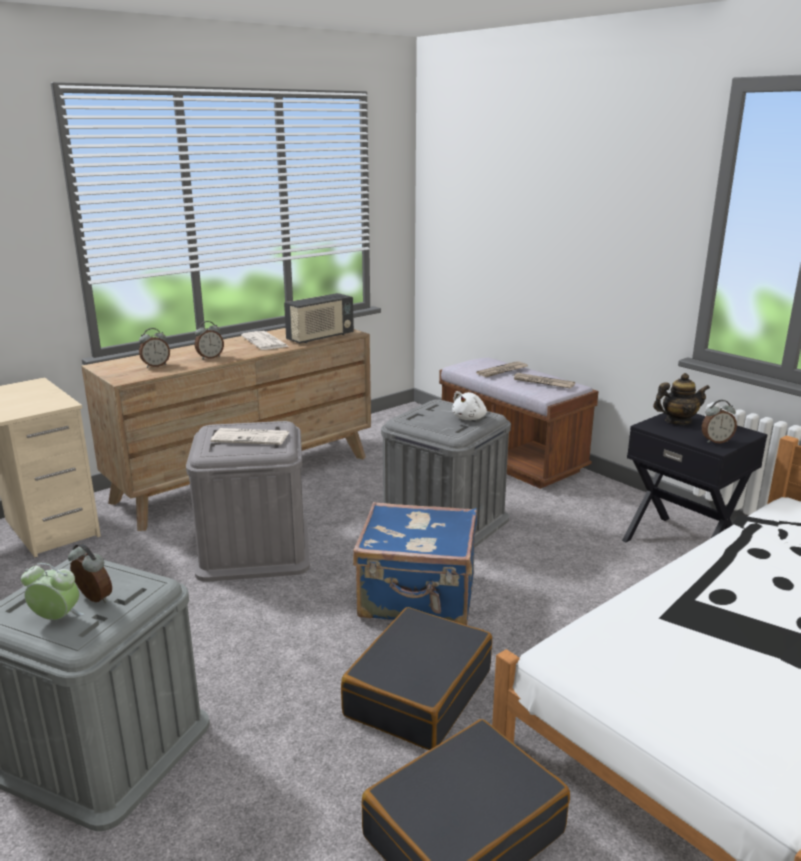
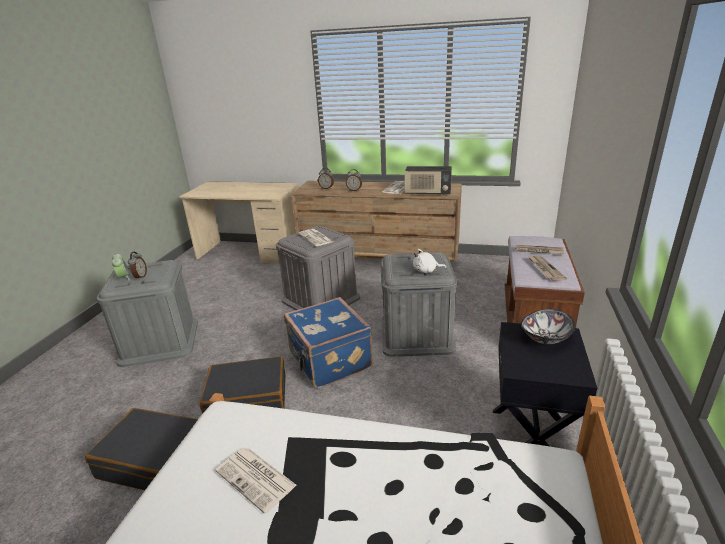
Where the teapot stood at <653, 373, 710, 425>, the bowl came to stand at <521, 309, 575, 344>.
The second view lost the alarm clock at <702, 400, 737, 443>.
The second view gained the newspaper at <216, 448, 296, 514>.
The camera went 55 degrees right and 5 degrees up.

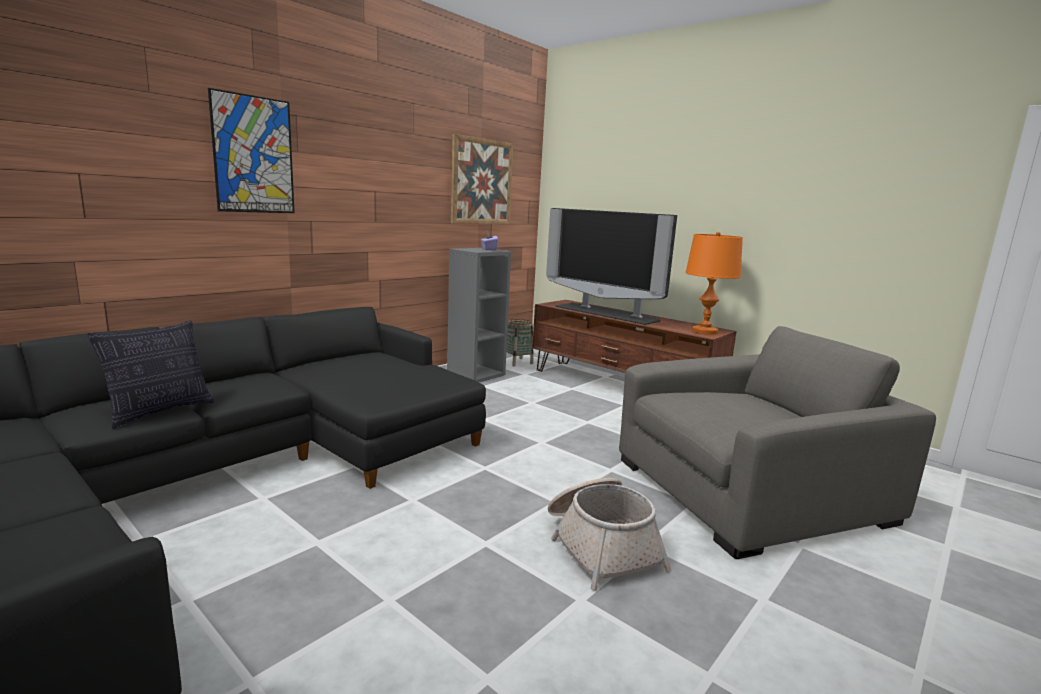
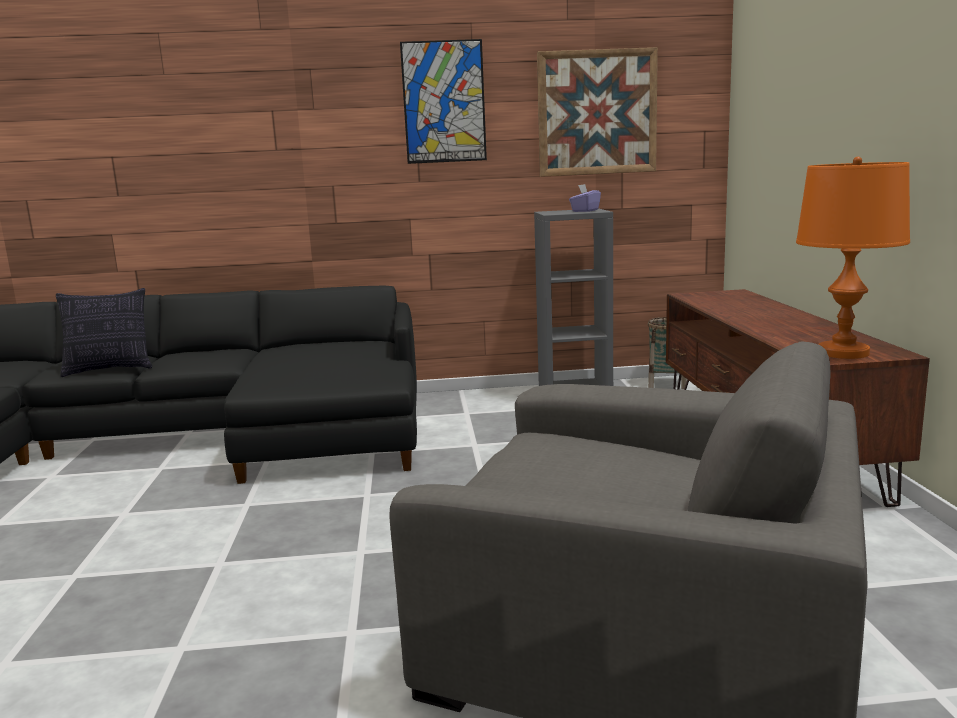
The picture ended up elsewhere, having gone from <208, 88, 295, 213> to <400, 39, 487, 164>.
The second view lost the television at <546, 208, 677, 325>.
The second view lost the basket at <548, 478, 671, 591>.
The camera went 45 degrees right and 0 degrees up.

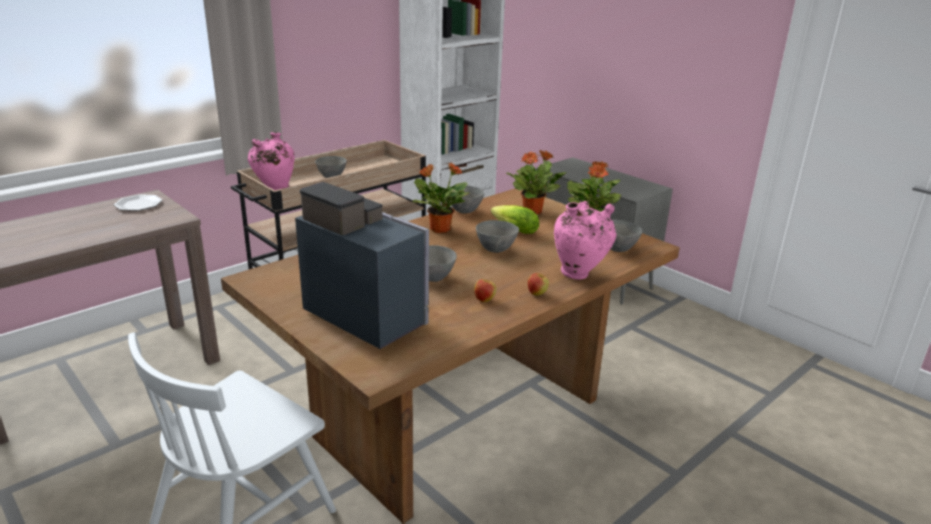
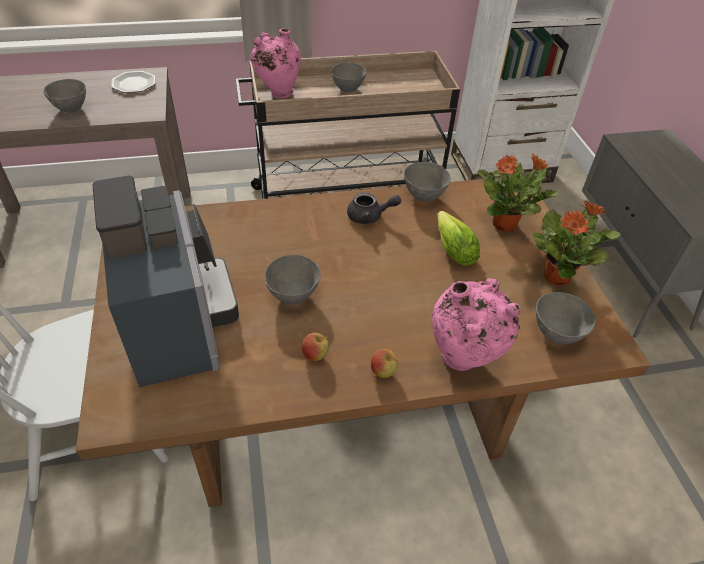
Where the potted plant stood at <413, 162, 470, 233>, the teapot (grey) came to stand at <347, 192, 401, 224>.
The bowl (grey) ended up elsewhere, having gone from <476, 220, 519, 253> to <43, 79, 86, 113>.
The camera went 30 degrees right and 20 degrees up.

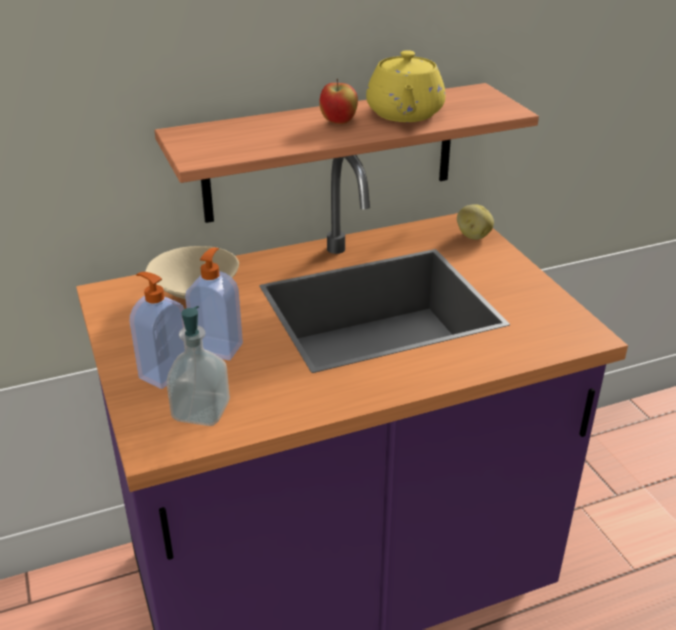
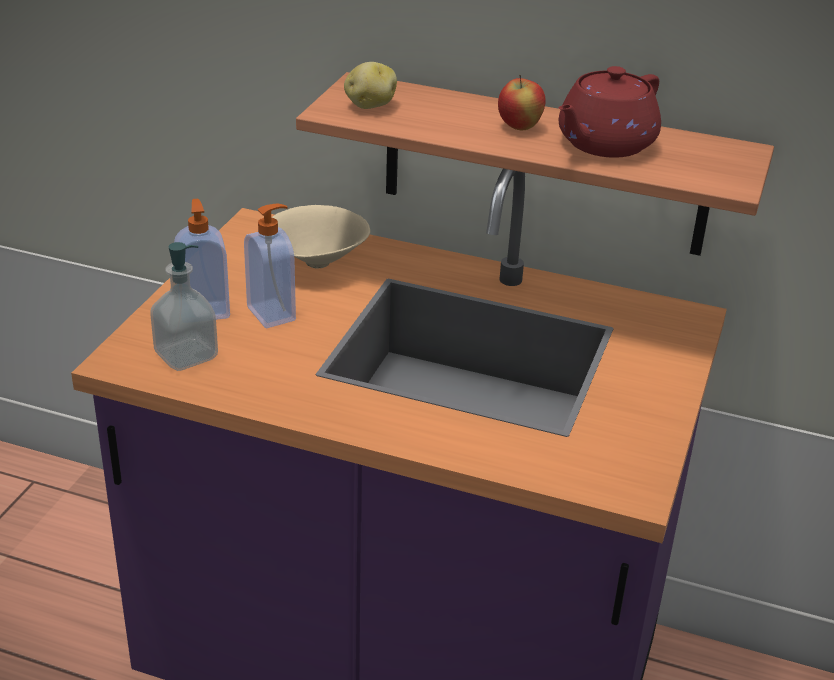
What was the teapot (yellow) at <366, 50, 445, 122> turned into the teapot (red) at <559, 66, 661, 158>.
The potato ended up elsewhere, having gone from <457, 204, 494, 240> to <344, 62, 397, 109>.
The camera went 40 degrees right and 0 degrees up.

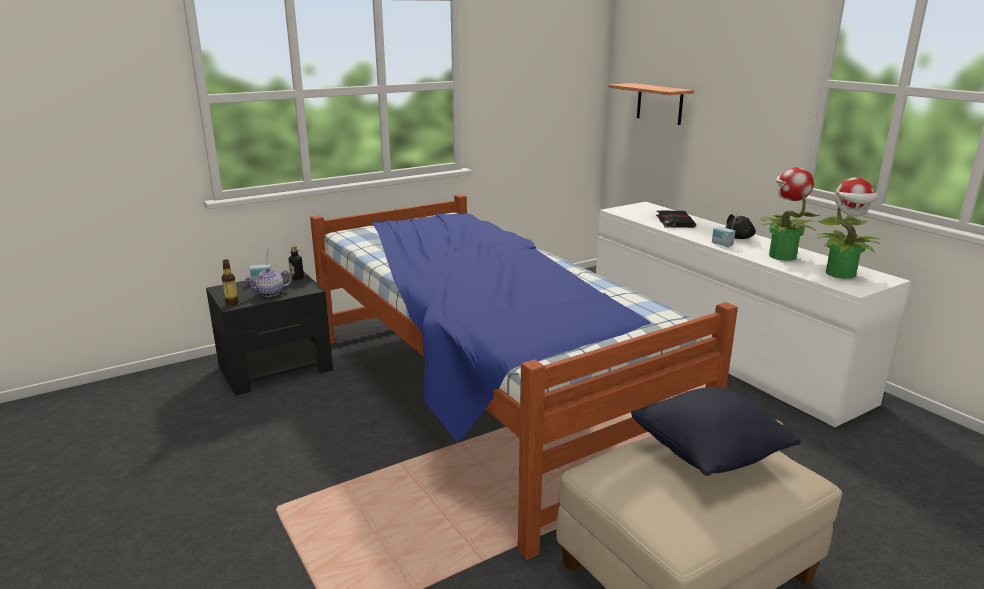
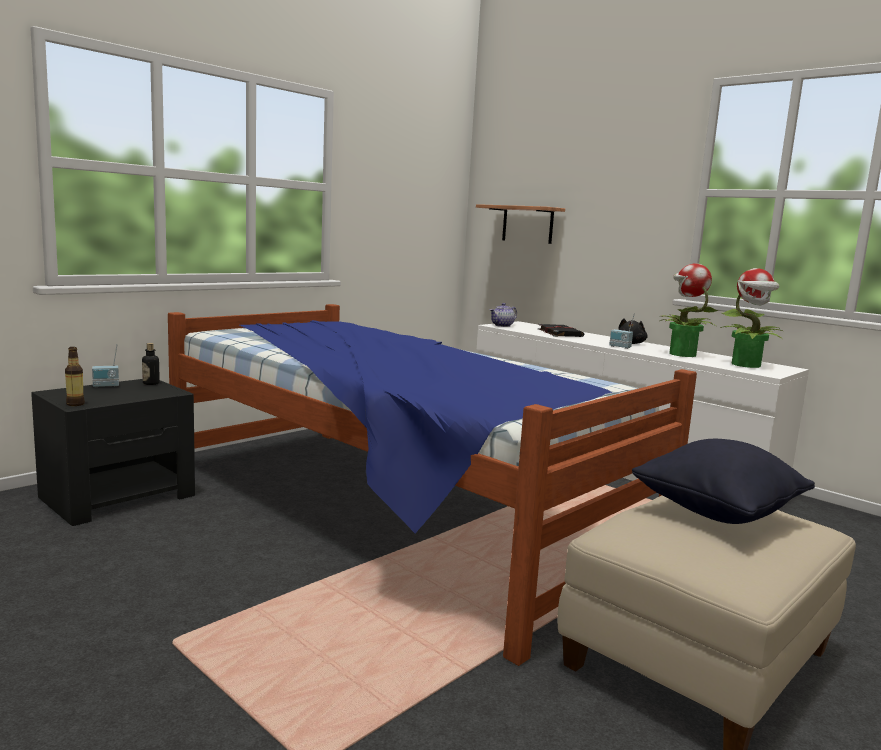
The teapot ended up elsewhere, having gone from <245, 268, 292, 297> to <490, 303, 517, 327>.
The camera went 15 degrees left and 10 degrees down.

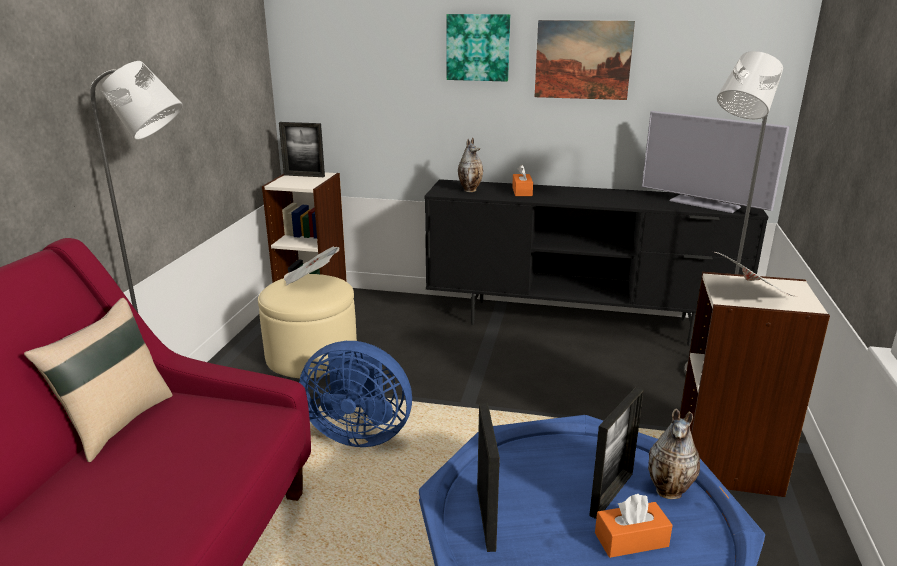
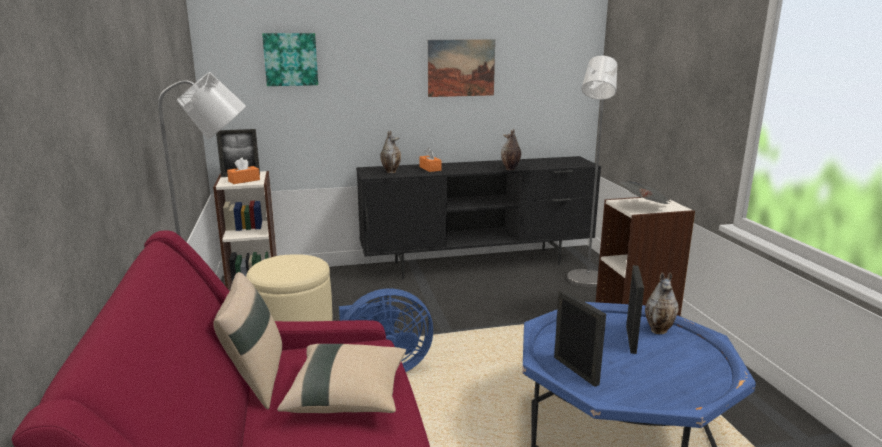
The picture ended up elsewhere, having gone from <447, 14, 510, 82> to <262, 33, 318, 86>.
The second view lost the television at <642, 111, 790, 213>.
The second view lost the newspaper at <284, 246, 339, 286>.
The tissue box (orange) ended up elsewhere, having gone from <595, 494, 673, 558> to <227, 158, 260, 184>.
The second view gained the vase at <501, 128, 521, 170>.
The second view gained the pillow (beige) at <277, 344, 406, 413>.
The camera went 25 degrees left and 5 degrees down.

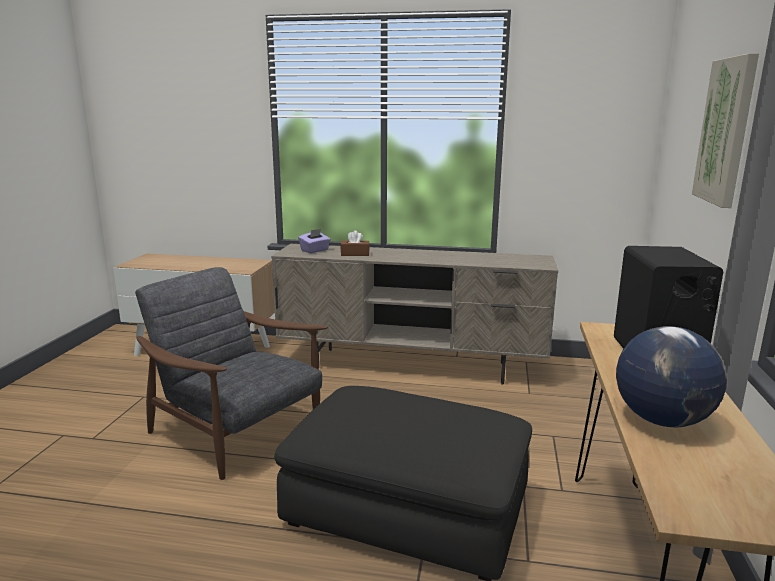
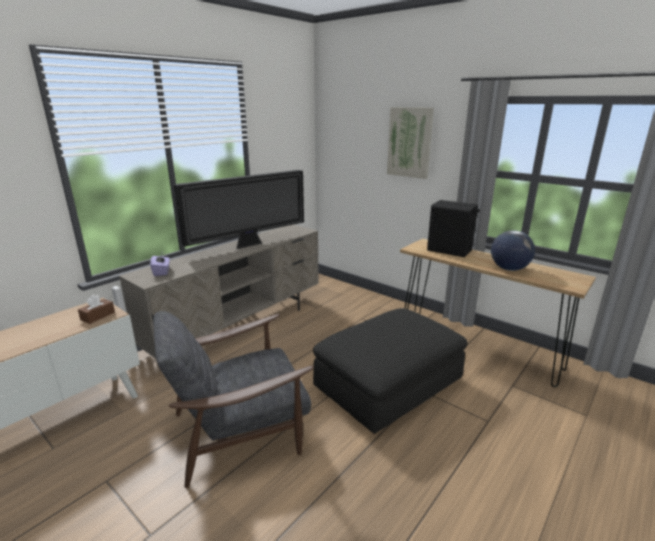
The tissue box (brown) ended up elsewhere, having gone from <340, 230, 370, 256> to <78, 294, 115, 324>.
The second view gained the television at <173, 170, 304, 249>.
The camera went 60 degrees left and 5 degrees up.

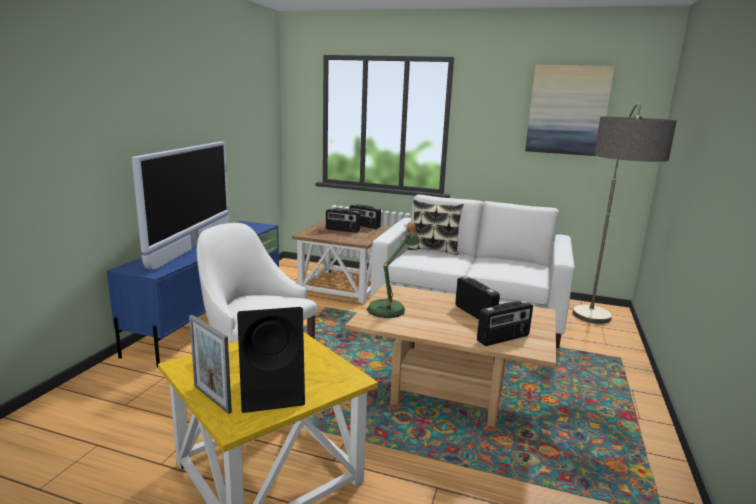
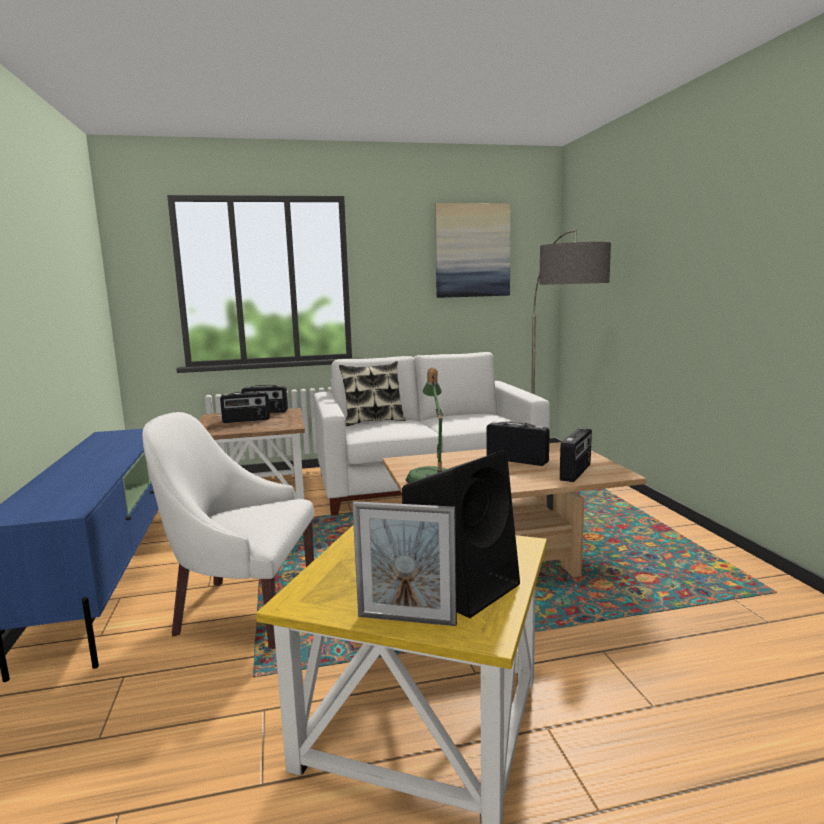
The second view lost the television at <132, 142, 229, 270>.
The camera went 30 degrees left and 5 degrees down.

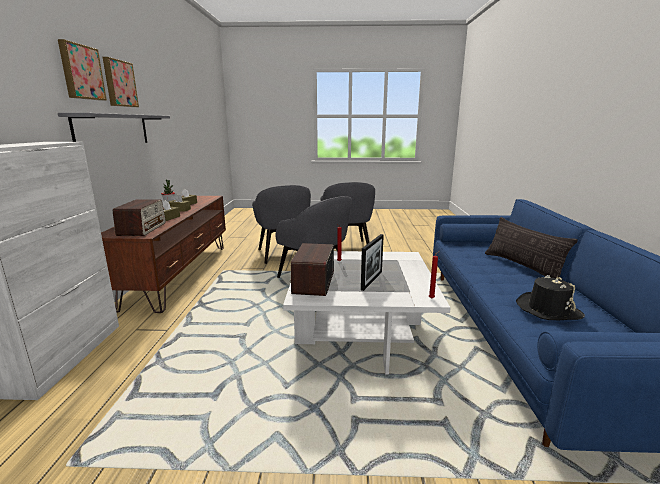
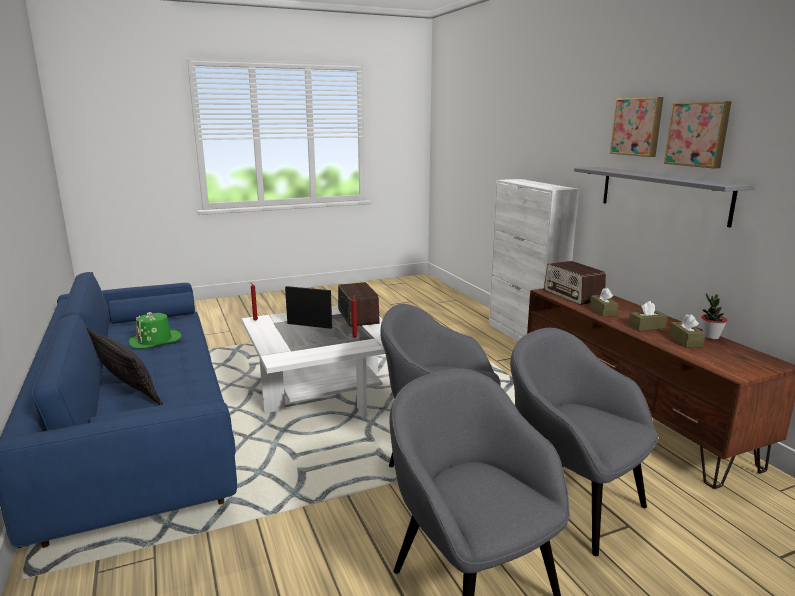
The picture frame at <361, 234, 384, 291> ended up facing another way, 105 degrees clockwise from before.
What was the hat (black) at <516, 275, 585, 320> turned into the hat (green) at <129, 312, 182, 349>.
The camera went 155 degrees right and 0 degrees up.

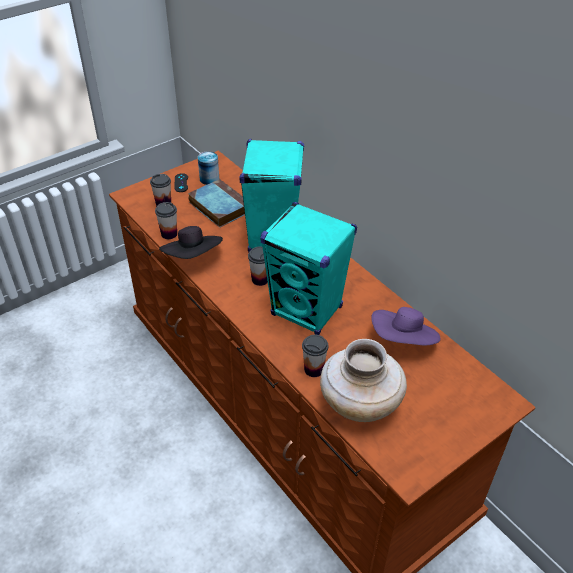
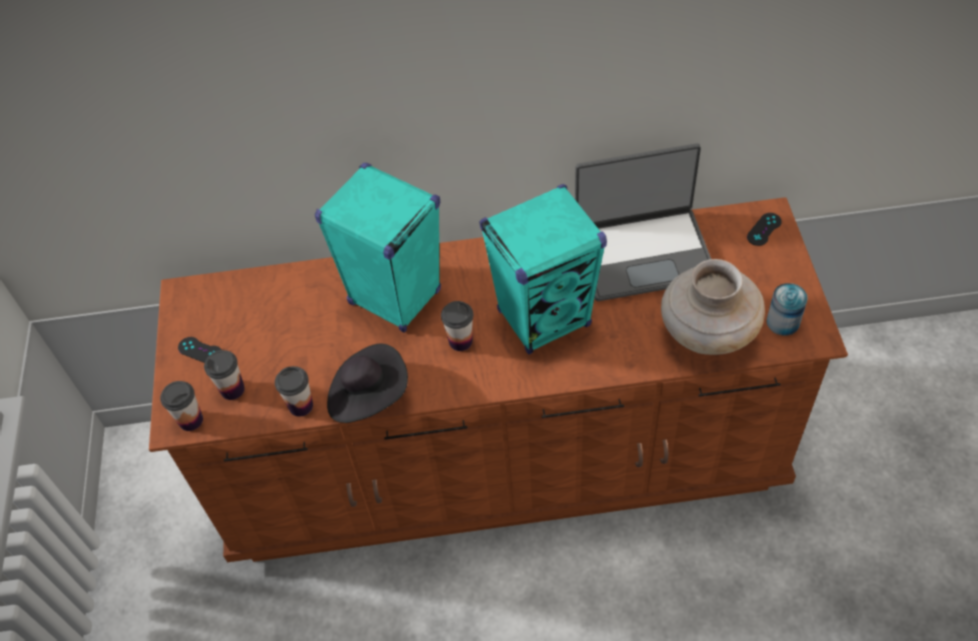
The can ended up elsewhere, having gone from <198, 151, 219, 185> to <766, 283, 808, 336>.
The second view lost the book at <188, 179, 245, 228>.
Where the hat (purple) stood at <371, 307, 441, 346>, the laptop came to stand at <575, 143, 711, 301>.
The cup ended up elsewhere, having gone from <302, 335, 328, 377> to <160, 381, 203, 431>.
The second view gained the game controller (black) at <747, 213, 782, 246>.
The camera went 55 degrees left and 10 degrees up.

